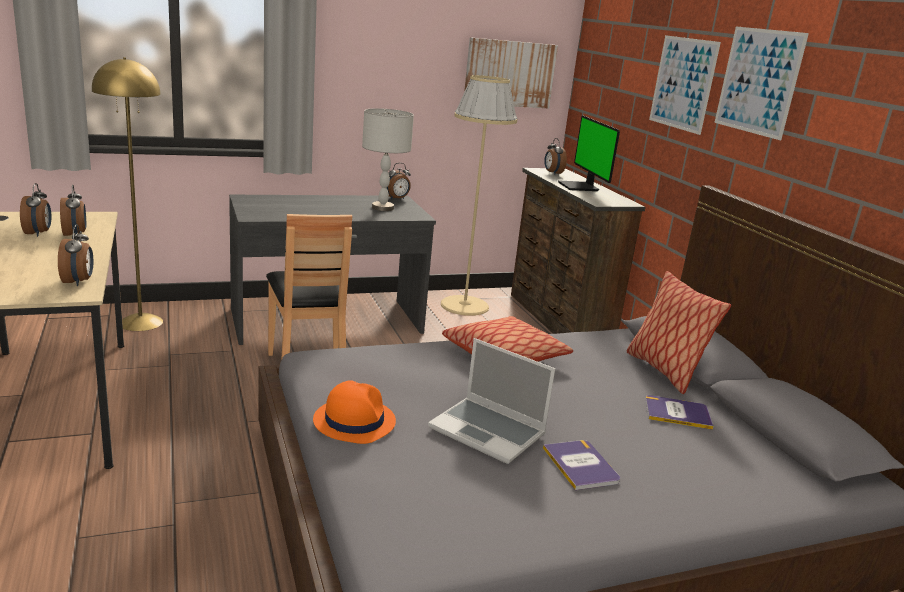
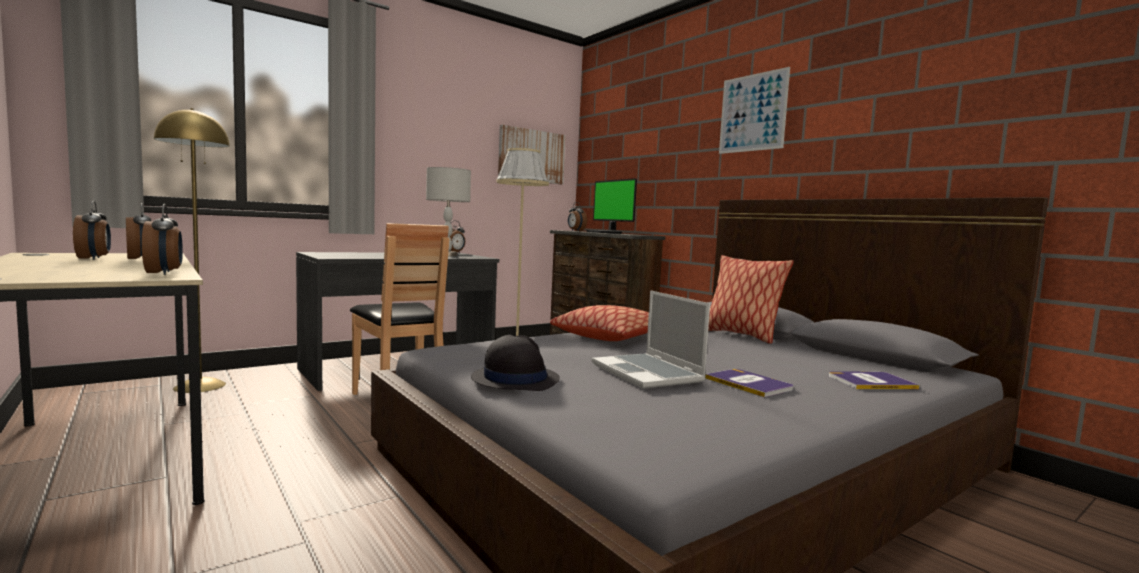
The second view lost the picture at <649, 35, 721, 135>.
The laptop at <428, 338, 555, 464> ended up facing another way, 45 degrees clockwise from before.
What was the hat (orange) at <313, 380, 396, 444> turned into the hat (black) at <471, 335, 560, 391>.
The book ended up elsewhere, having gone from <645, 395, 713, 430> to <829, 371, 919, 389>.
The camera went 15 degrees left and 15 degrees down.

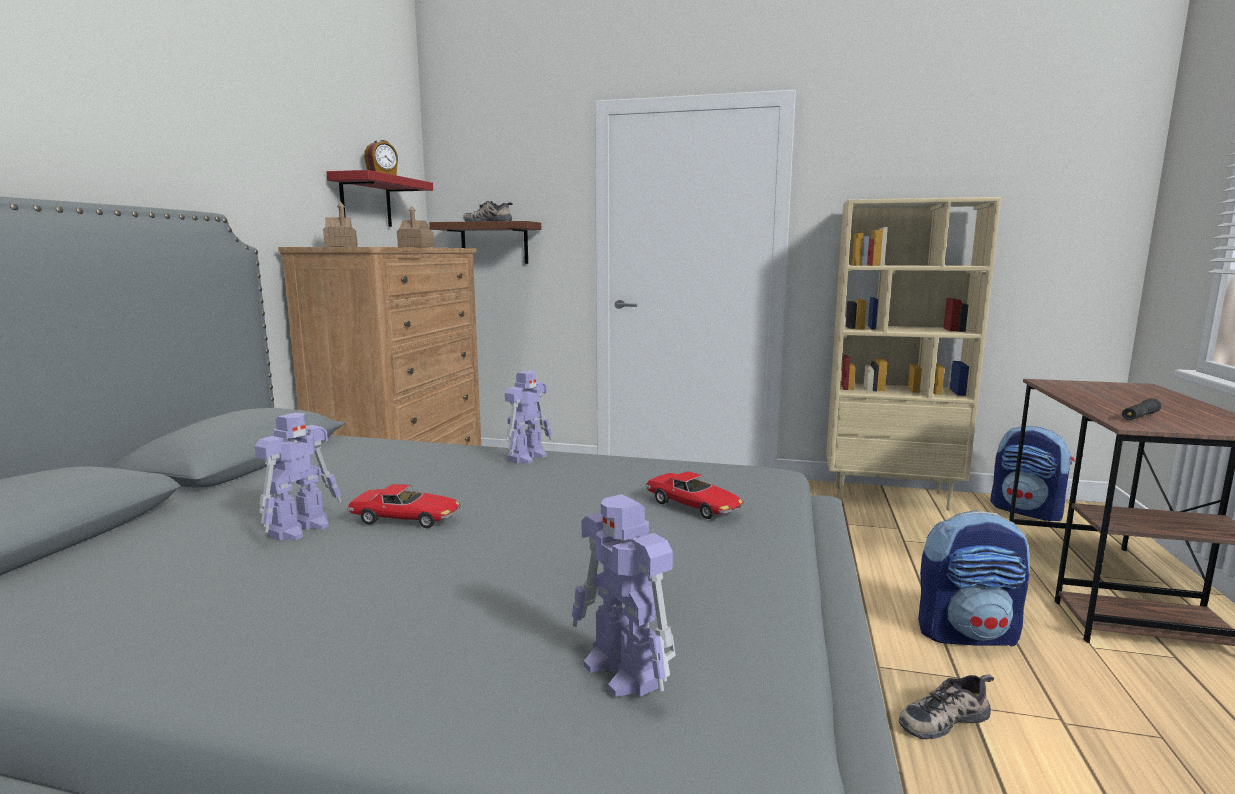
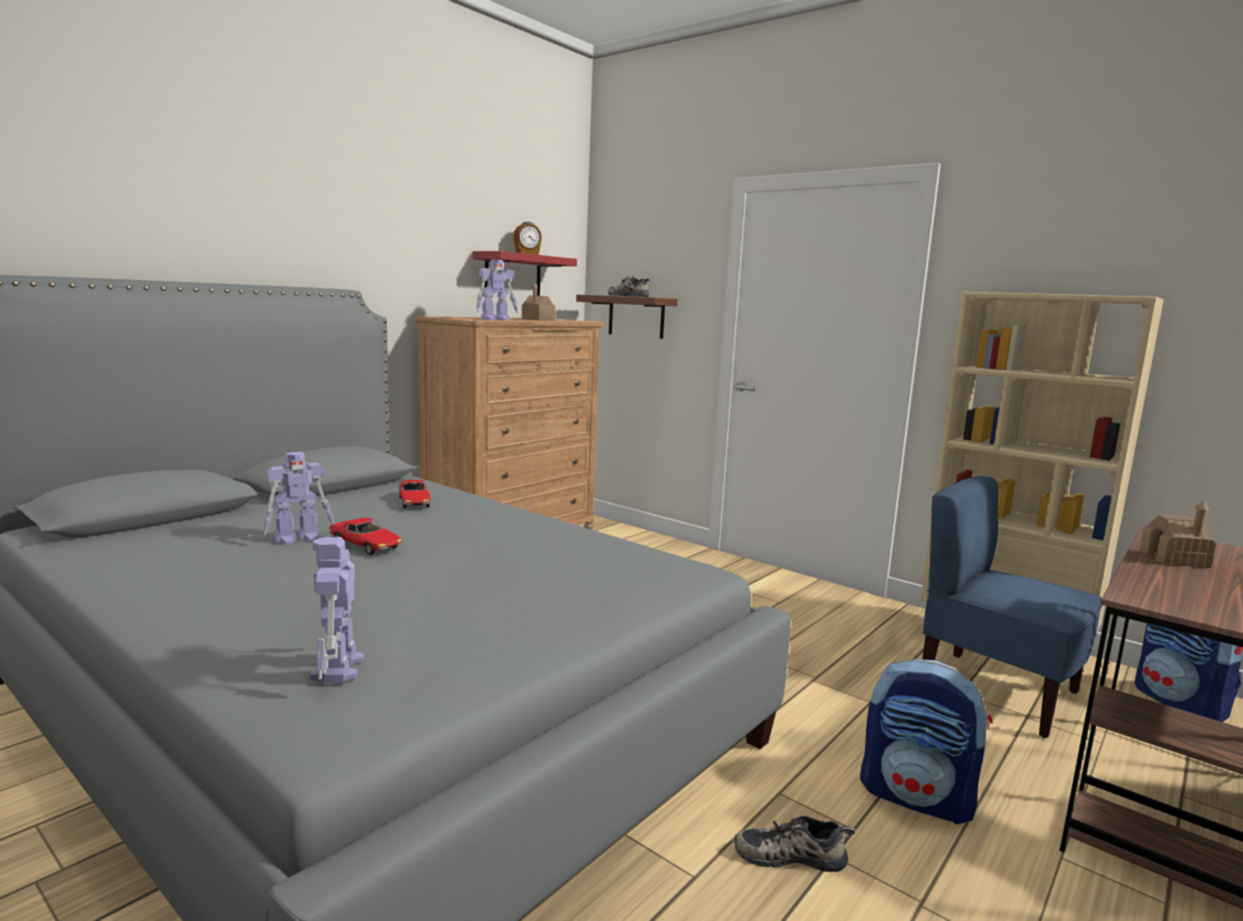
The toy house ended up elsewhere, having gone from <323, 201, 358, 247> to <1139, 501, 1216, 568>.
The toy robot ended up elsewhere, having gone from <505, 371, 552, 463> to <476, 259, 518, 320>.
The second view lost the flashlight (black) at <1122, 398, 1162, 420>.
The toy car ended up elsewhere, having gone from <646, 471, 744, 519> to <399, 480, 430, 508>.
The second view gained the chair (blue) at <922, 476, 1103, 738>.
The camera went 25 degrees right and 0 degrees up.

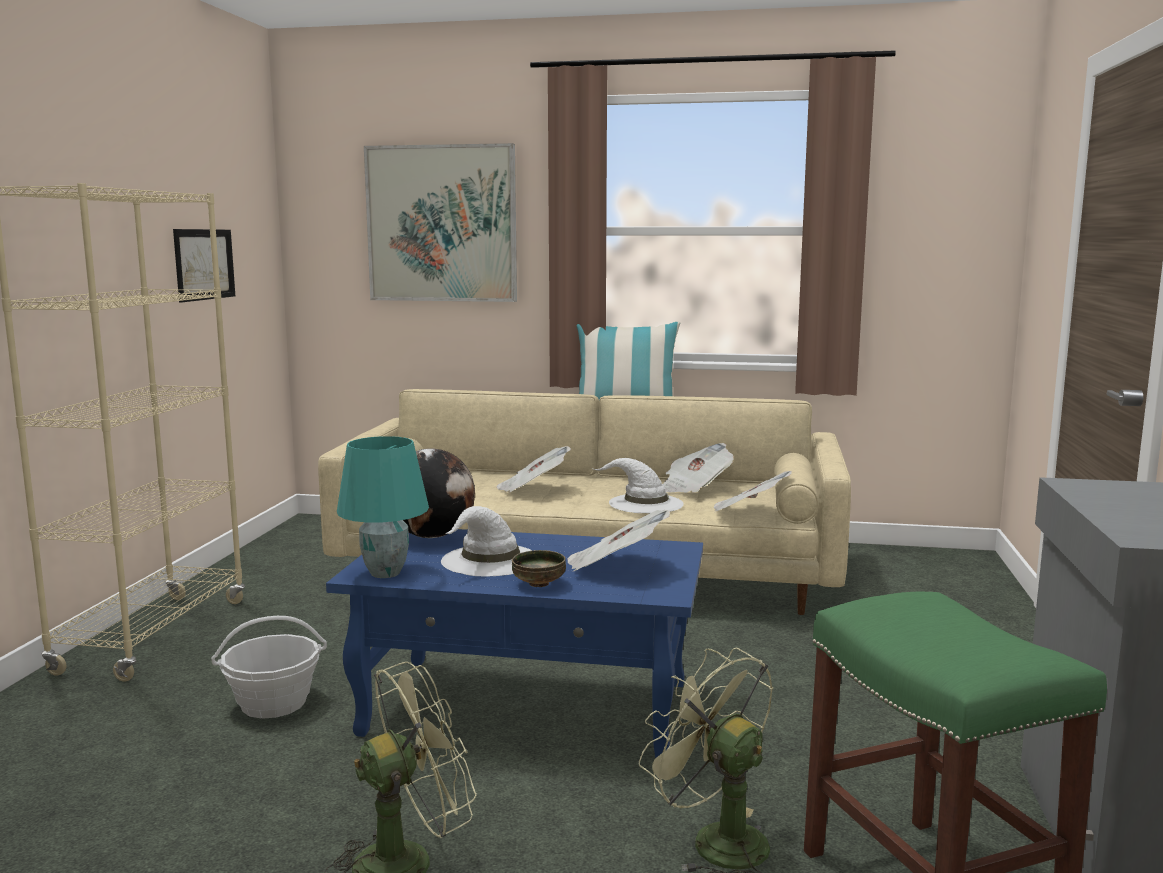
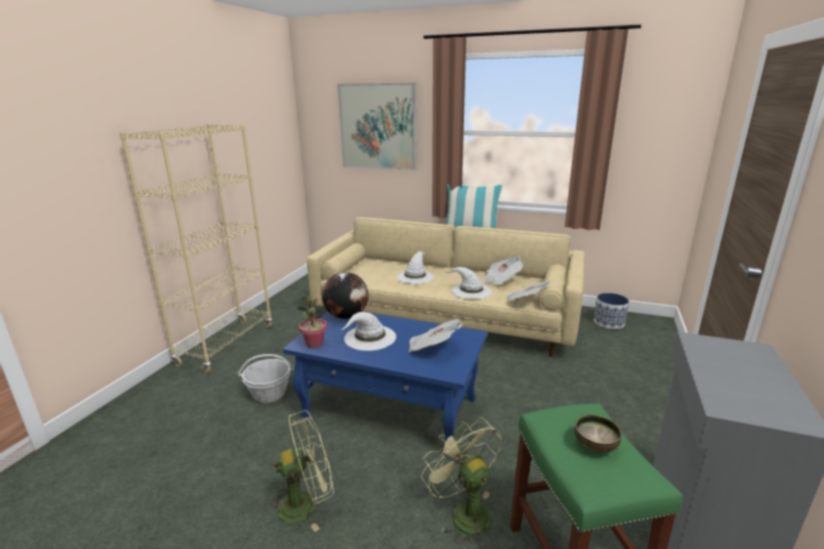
The second view lost the picture at <173, 229, 235, 303>.
Where the table lamp (turquoise) stood at <337, 436, 429, 578>, the potted plant came to stand at <297, 296, 327, 348>.
Where the newspaper stood at <496, 446, 571, 492>, the hat (white) came to stand at <397, 251, 434, 284>.
The bowl ended up elsewhere, having gone from <512, 550, 566, 587> to <575, 415, 622, 452>.
The second view gained the planter at <594, 293, 629, 329>.
The camera went 10 degrees right and 10 degrees up.

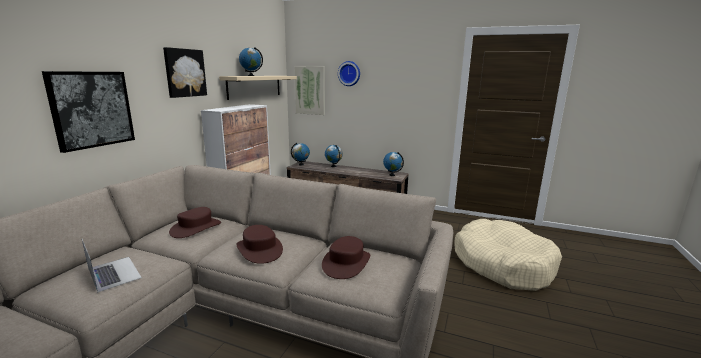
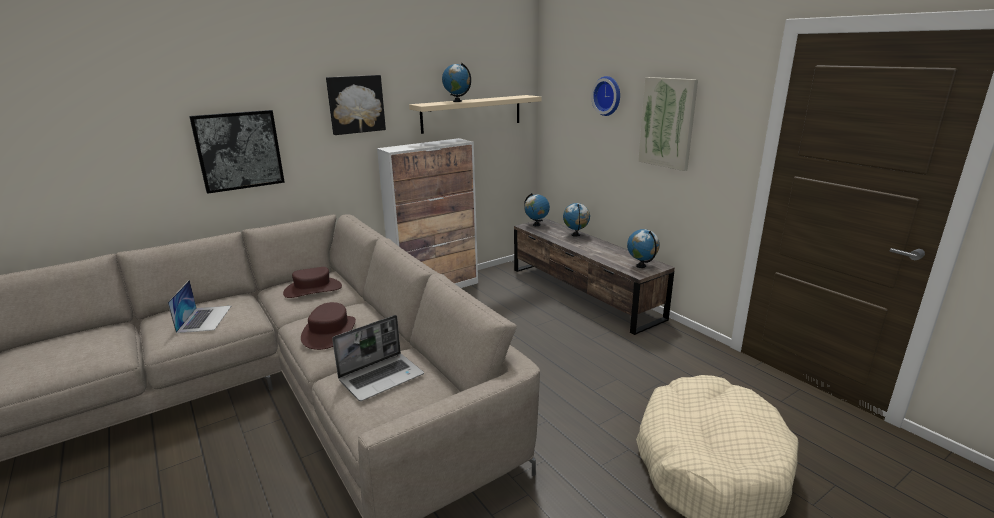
The picture ended up elsewhere, having gone from <294, 66, 325, 115> to <638, 77, 698, 171>.
Where the hat (brown) stood at <322, 236, 370, 279>, the laptop came to stand at <332, 315, 424, 401>.
The camera went 35 degrees right and 5 degrees up.

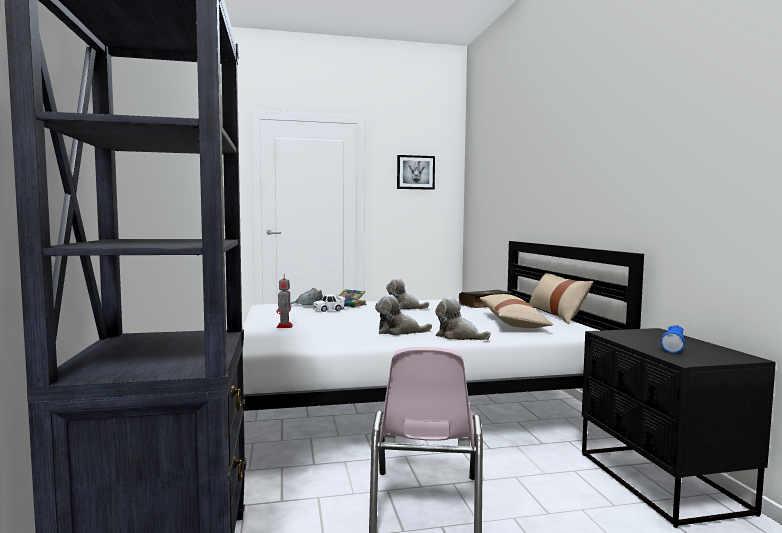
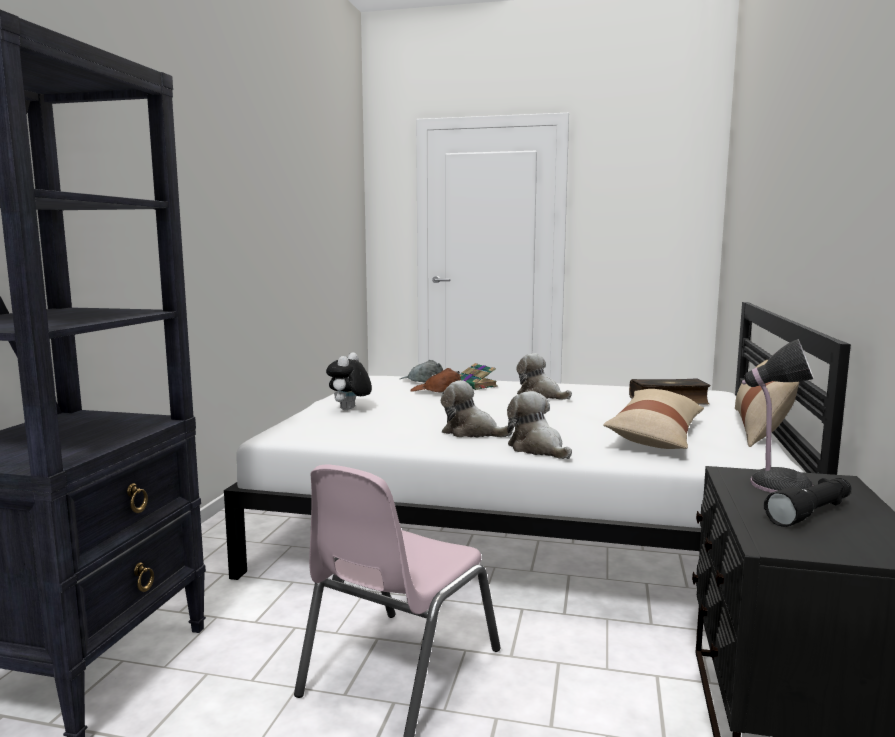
The second view lost the picture at <397, 155, 435, 190>.
Where the toy robot stood at <276, 275, 293, 328>, the plush toy came to stand at <326, 352, 372, 410>.
Where the toy car (white) stood at <313, 294, 345, 312>, the cap (brown) came to stand at <410, 368, 461, 392>.
What was the flashlight (blue) at <661, 325, 685, 353> turned into the flashlight (black) at <764, 478, 851, 527>.
The second view gained the table lamp at <742, 339, 814, 493>.
The camera went 25 degrees right and 5 degrees up.

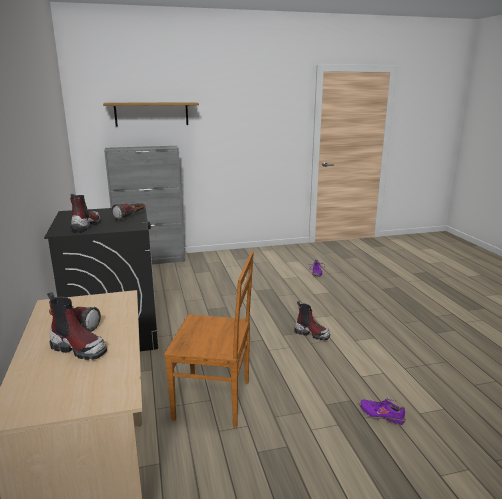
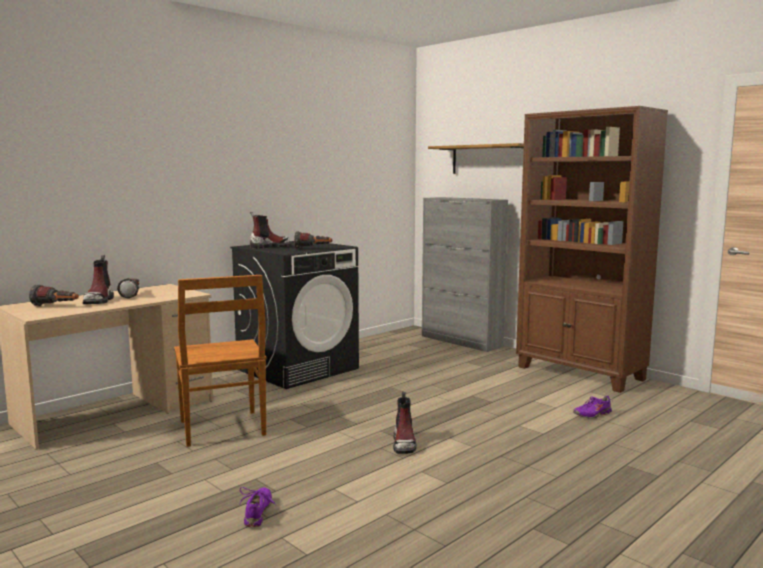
The second view gained the bookcase (brown) at <516, 106, 668, 393>.
The second view gained the flashlight at <29, 284, 79, 306>.
The camera went 60 degrees right and 10 degrees down.

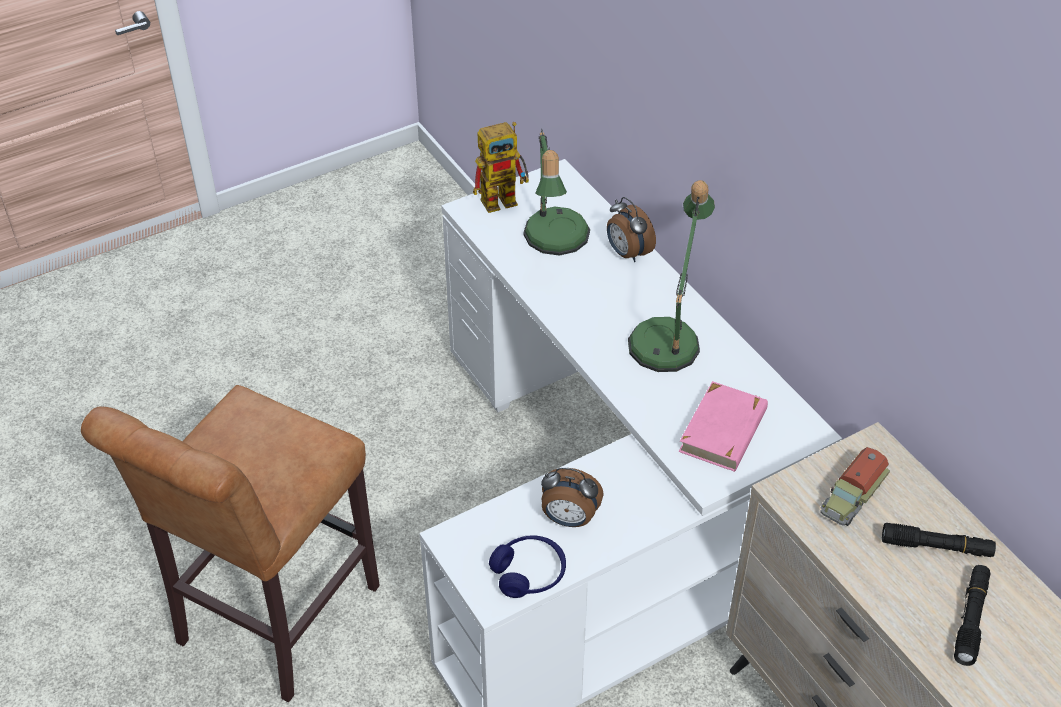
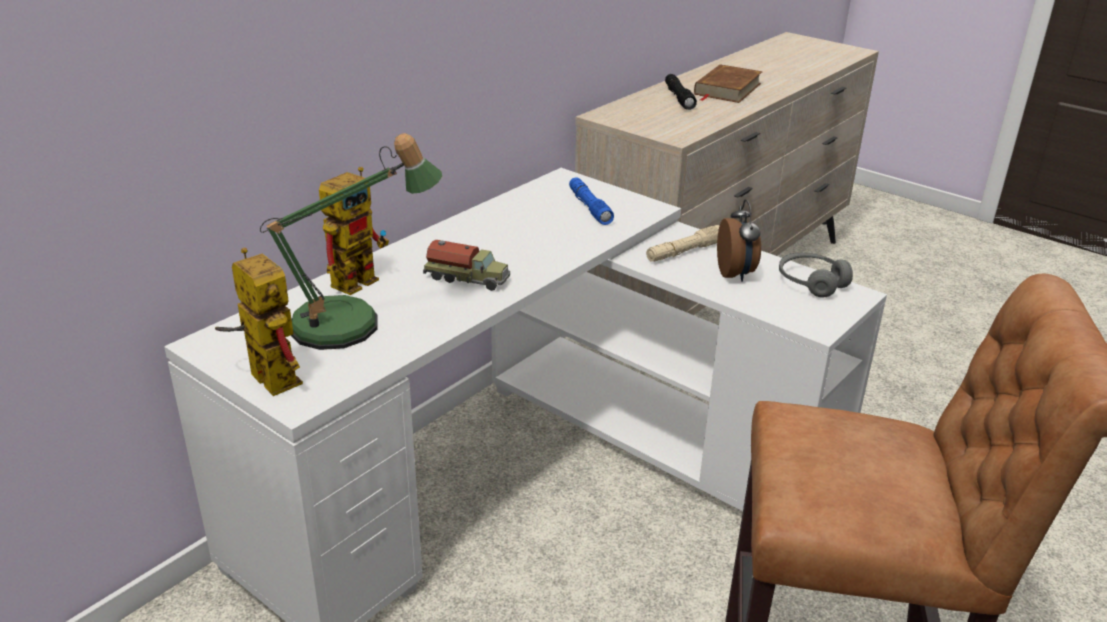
The second view lost the table lamp at <628, 180, 715, 372>.
Where the alarm clock stood at <607, 197, 656, 262>, the toy robot came to stand at <319, 167, 389, 295>.
Where the book (pink) stood at <679, 381, 768, 472>, the flashlight (blue) came to stand at <569, 177, 614, 225>.
The toy truck ended up elsewhere, having gone from <820, 447, 890, 526> to <423, 240, 510, 291>.
What was the headphones (blue) at <489, 535, 566, 598> turned into the headphones (grey) at <779, 253, 853, 298>.
Where the flashlight (black) stood at <954, 565, 990, 666>, the book (brown) came to stand at <694, 64, 762, 103>.
The second view gained the flashlight (beige) at <646, 225, 720, 262>.
The camera went 110 degrees left and 15 degrees down.

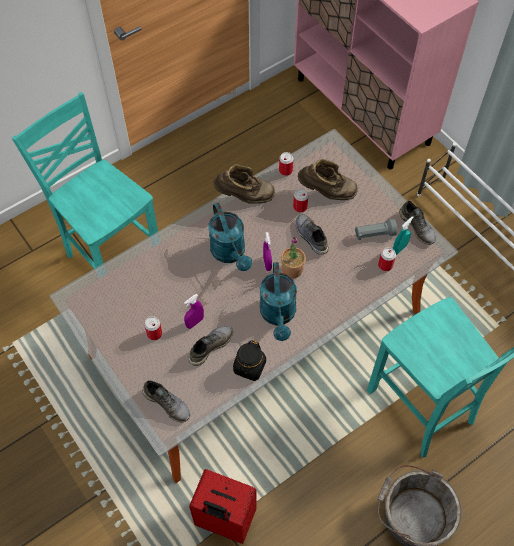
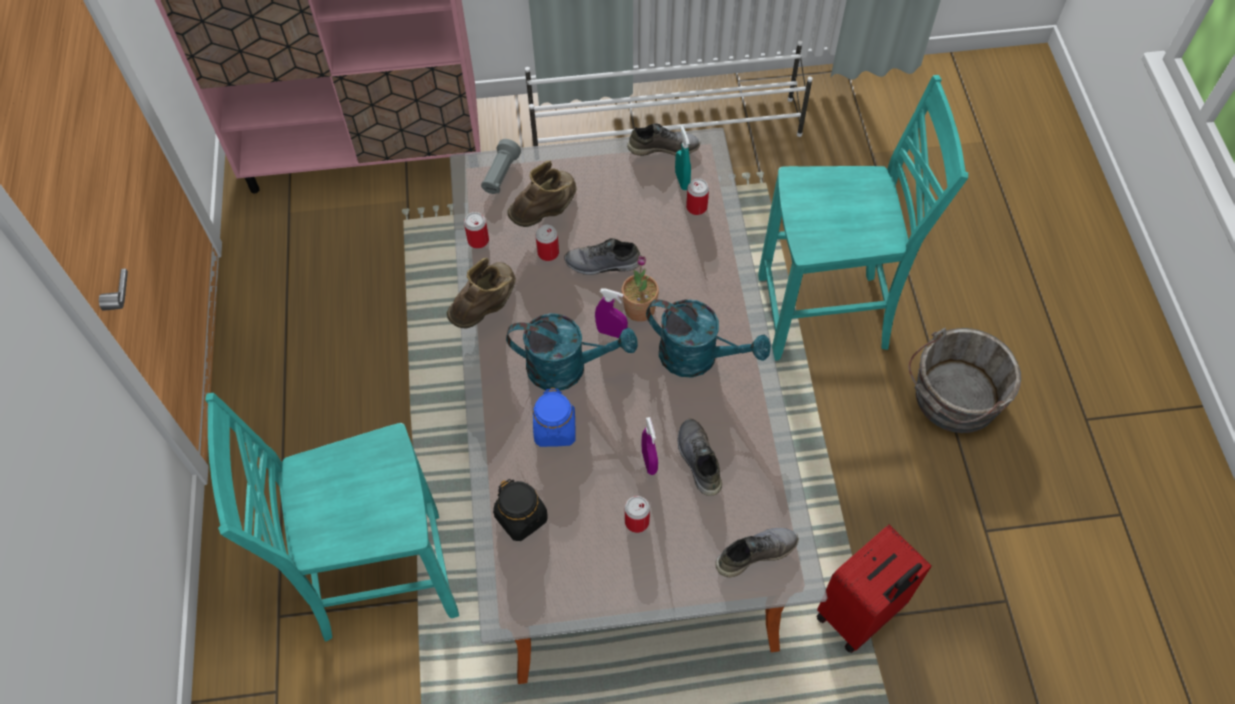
The flashlight (grey) ended up elsewhere, having gone from <355, 219, 397, 240> to <481, 139, 521, 194>.
The jar (black) ended up elsewhere, having gone from <233, 340, 266, 381> to <493, 479, 548, 541>.
The second view gained the jar (blue) at <533, 388, 576, 447>.
The camera went 60 degrees left and 0 degrees up.

